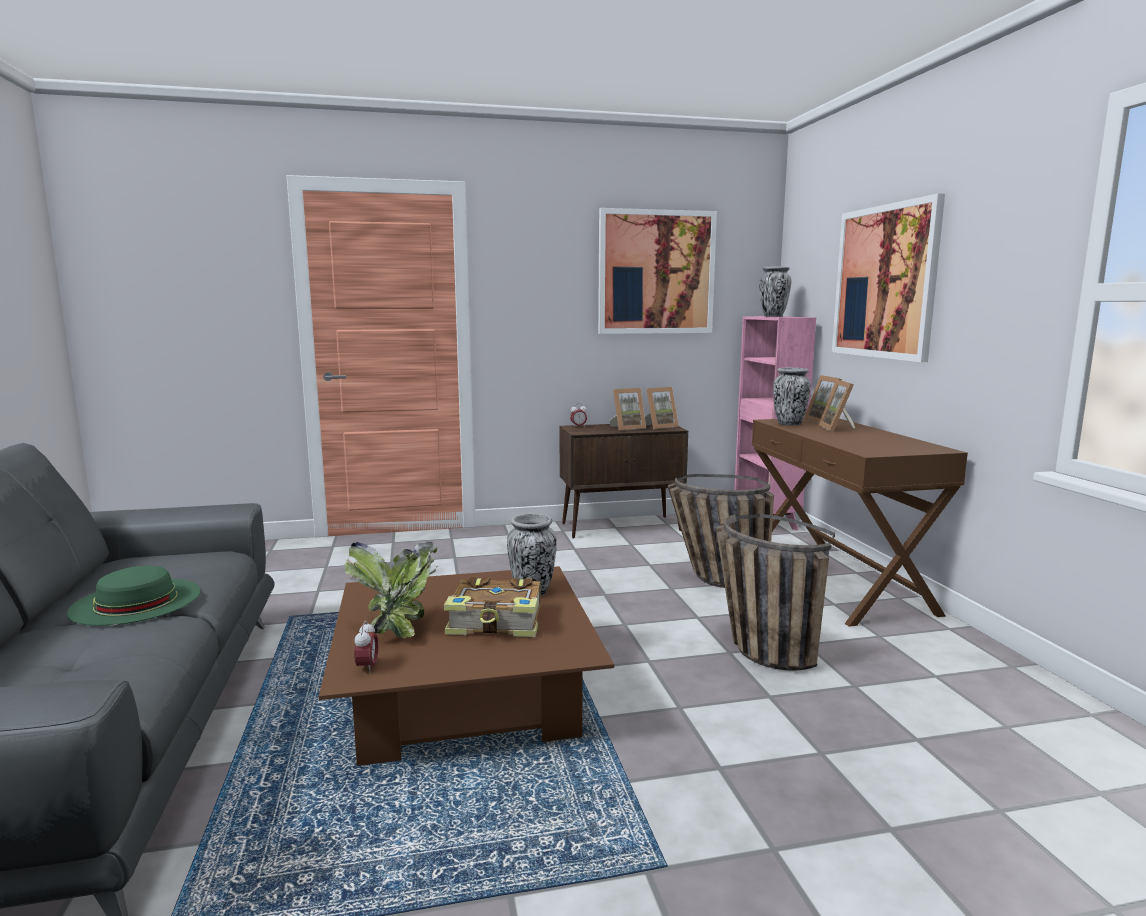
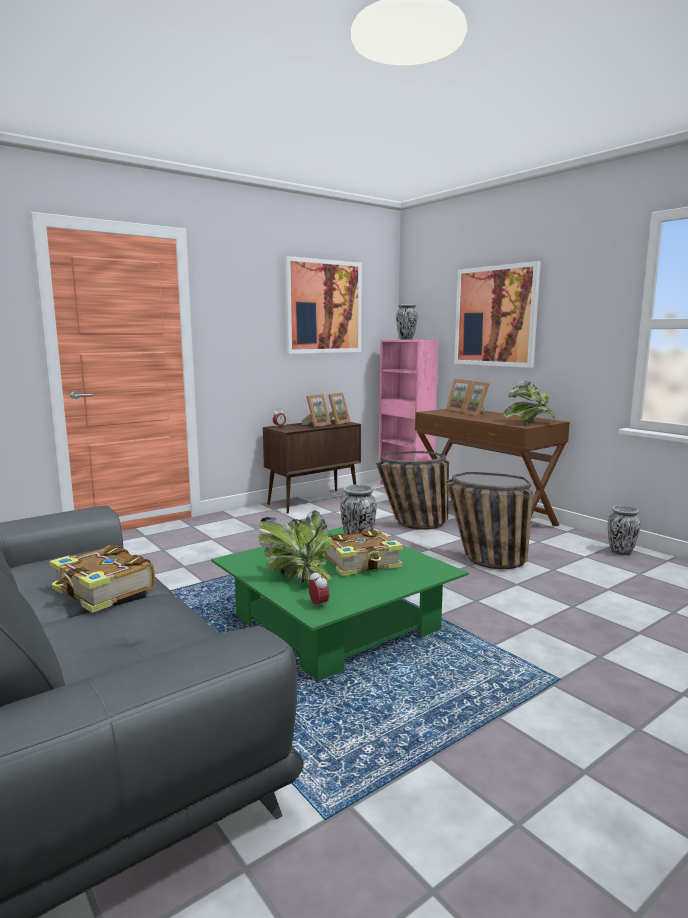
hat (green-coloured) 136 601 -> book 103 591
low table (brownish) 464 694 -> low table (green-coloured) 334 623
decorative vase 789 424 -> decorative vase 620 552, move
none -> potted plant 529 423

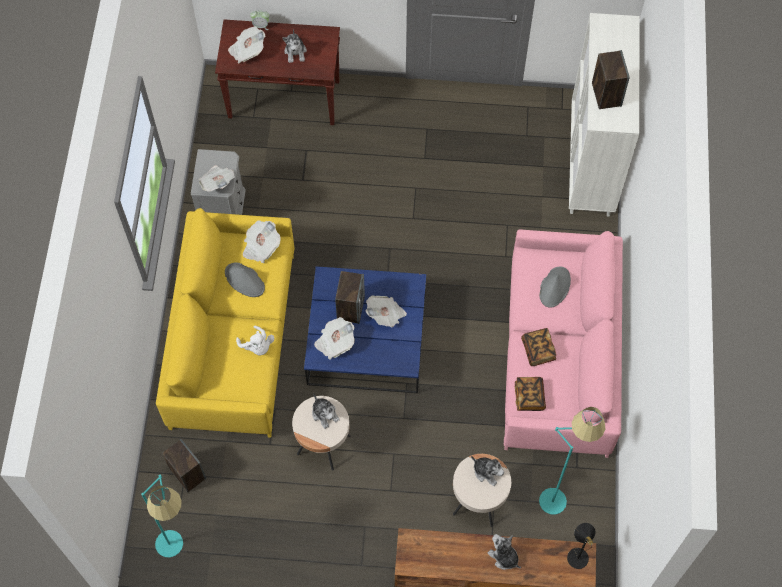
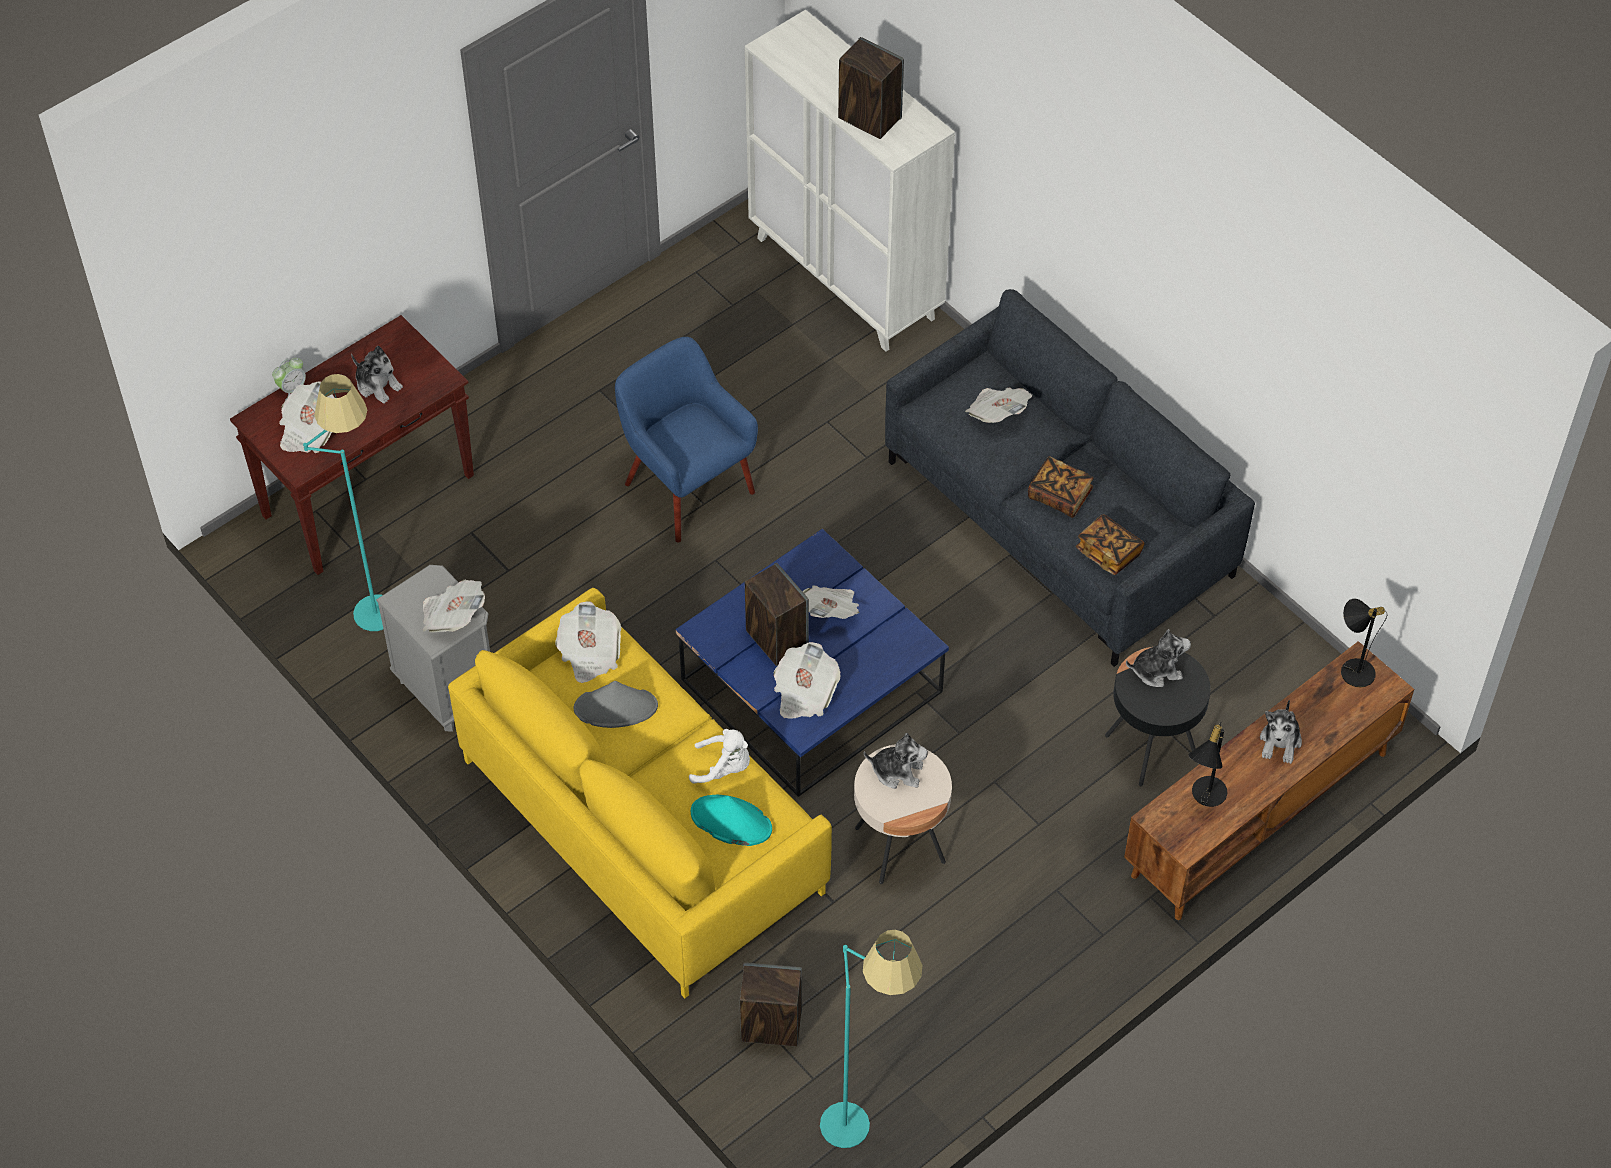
side table (beige-coloured) 478 502 -> side table (black) 1151 747
soft toy 503 556 -> soft toy 1280 742, 75 degrees counterclockwise
couch (pinkish) 558 359 -> couch (greyish) 1059 519
hat (greyish) 554 287 -> daily paper 997 414
standard lamp (turquoise) 559 491 -> standard lamp (turquoise) 373 596, move
none -> lounge chair (blue-coloured) 687 487
none -> hat (turquoise) 730 821
none -> table lamp (black) 1204 796

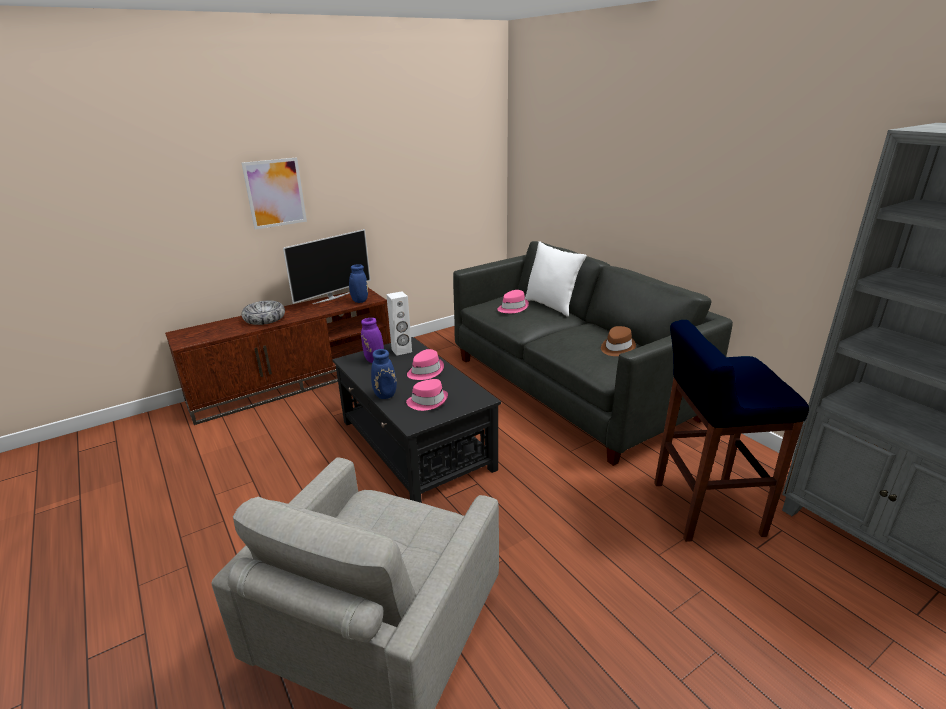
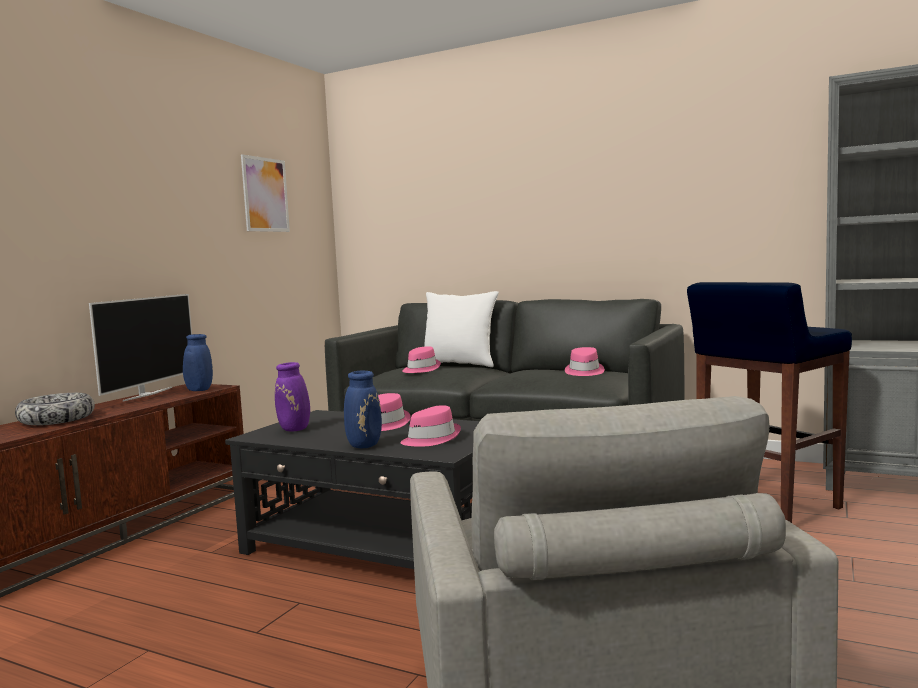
picture 275 193 -> picture 265 194, move
loudspeaker (whitish) 401 351 -> none
hat (brownish) 616 348 -> hat (pinkish) 584 372

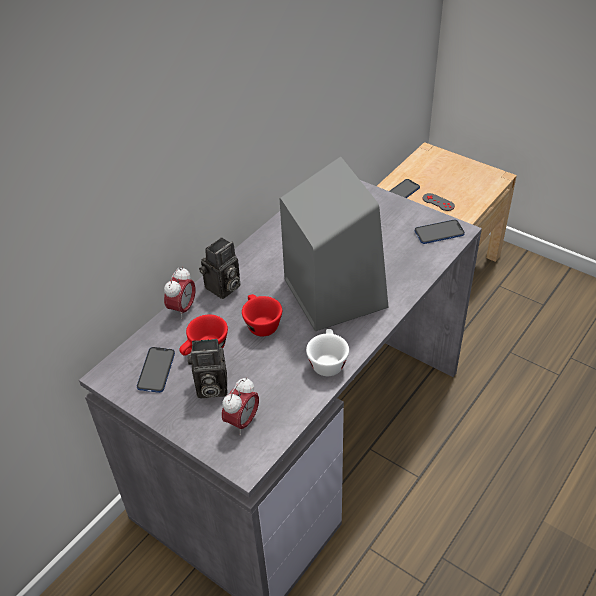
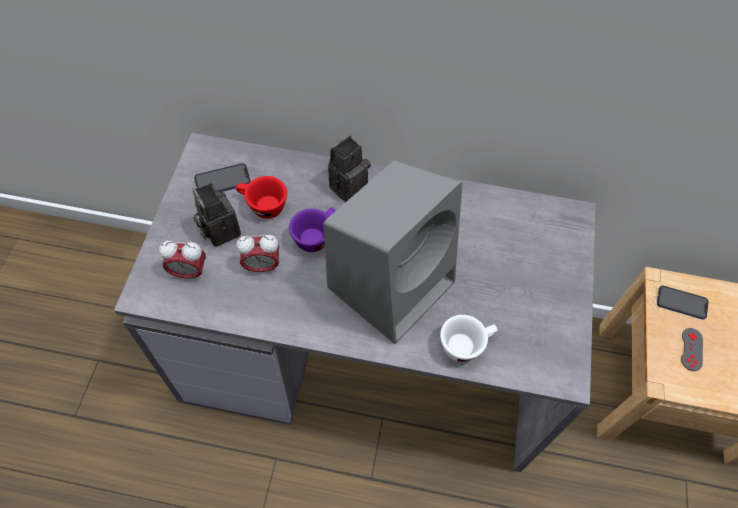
bedside clock 183 309 -> bedside clock 262 266, move
still camera 223 289 -> still camera 348 185, 120 degrees clockwise
cup (red) 260 324 -> cup (purplish) 316 236
cup (whitish) 327 361 -> cup (whitish) 465 344, move
telephone 439 233 -> none

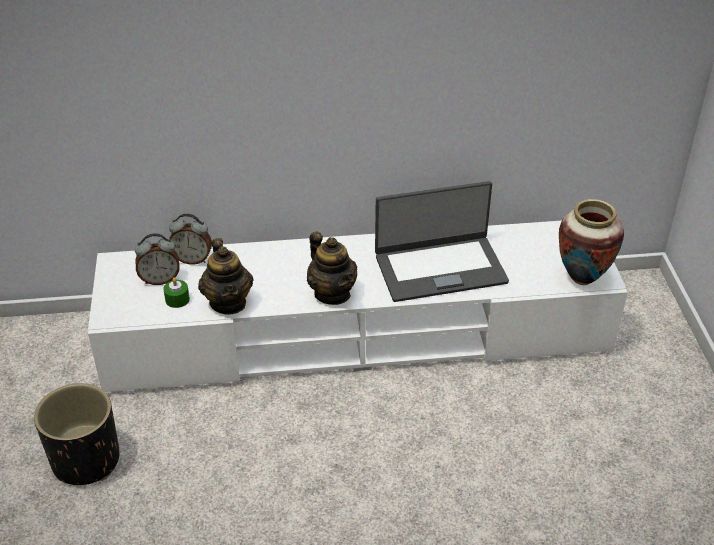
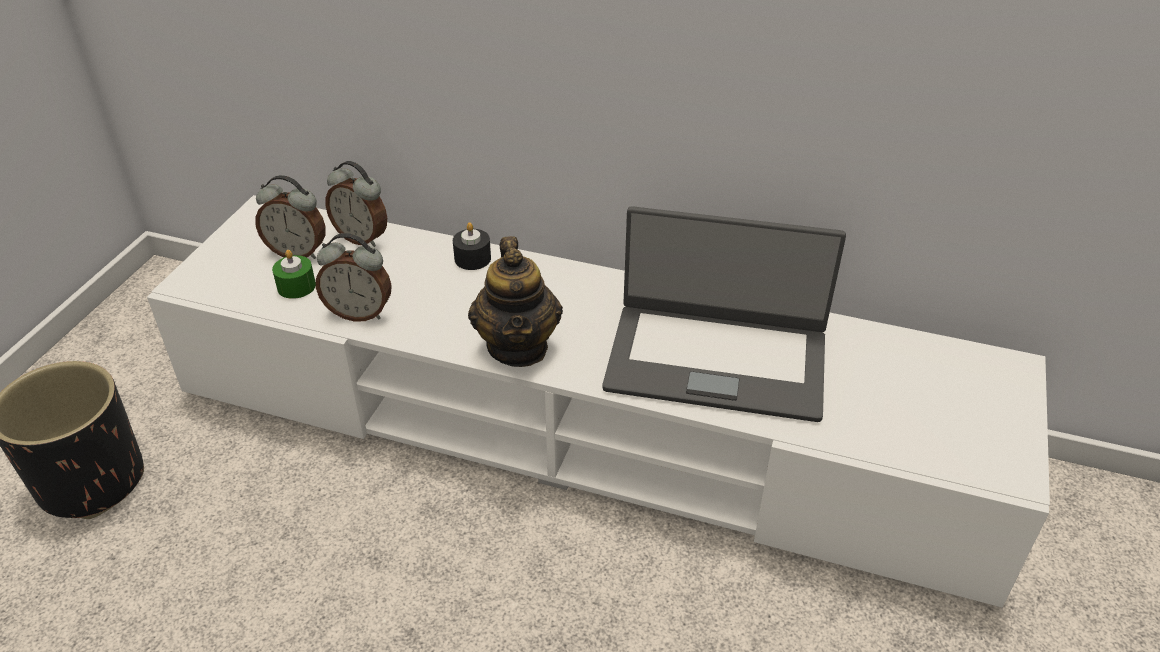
tea pot 228 302 -> bedside clock 359 313
decorative vase 582 279 -> none
none -> wax light (black) 472 258

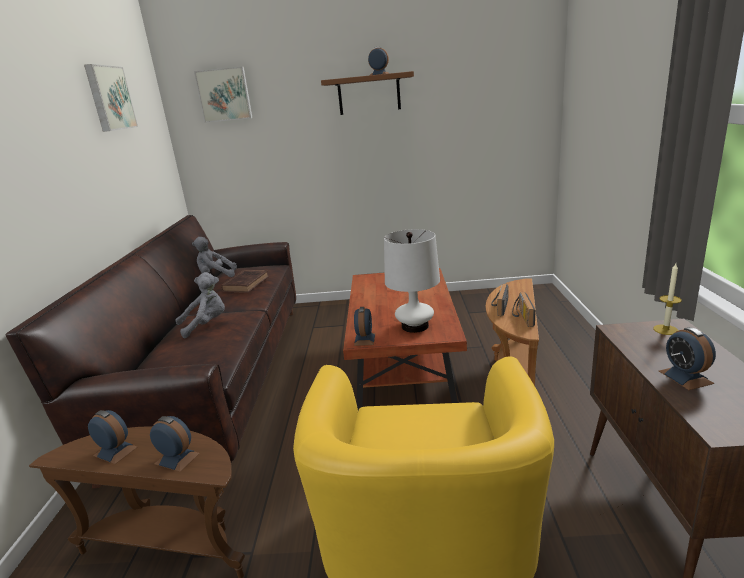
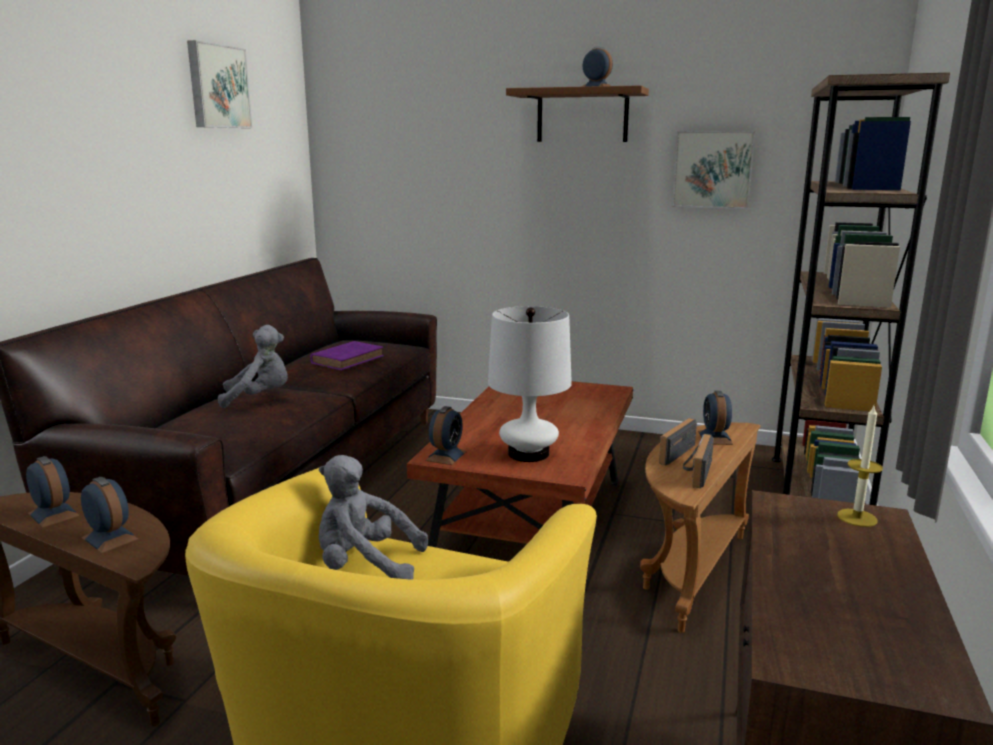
soft toy (greyish) 215 276 -> soft toy (greyish) 365 566, move
picture 224 95 -> picture 713 169, move
book (brownish) 246 283 -> book (purplish) 349 359
bedside clock 685 377 -> bedside clock 715 438, move
none -> shelving unit (brownish) 816 497

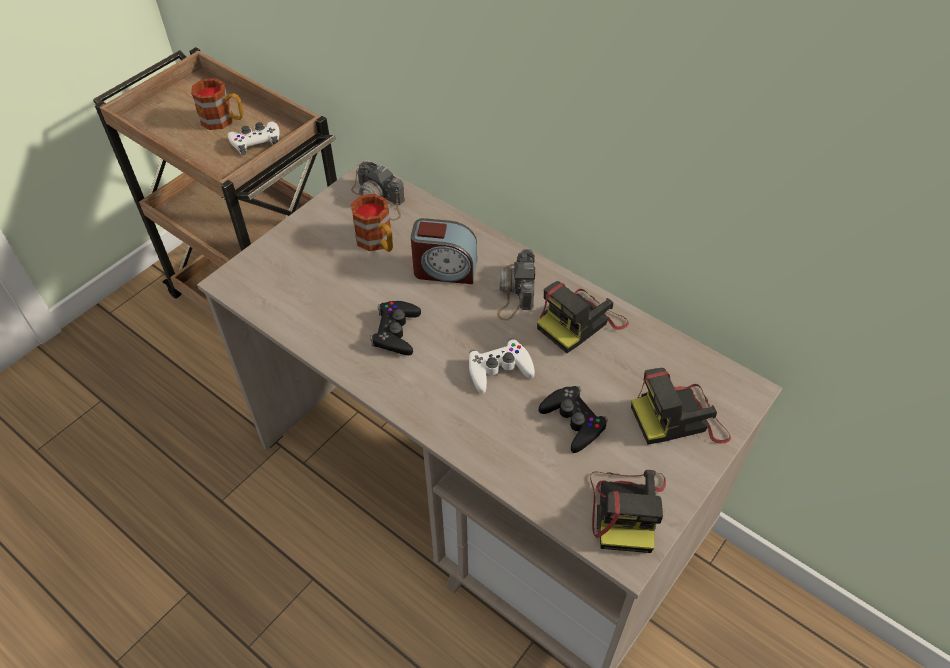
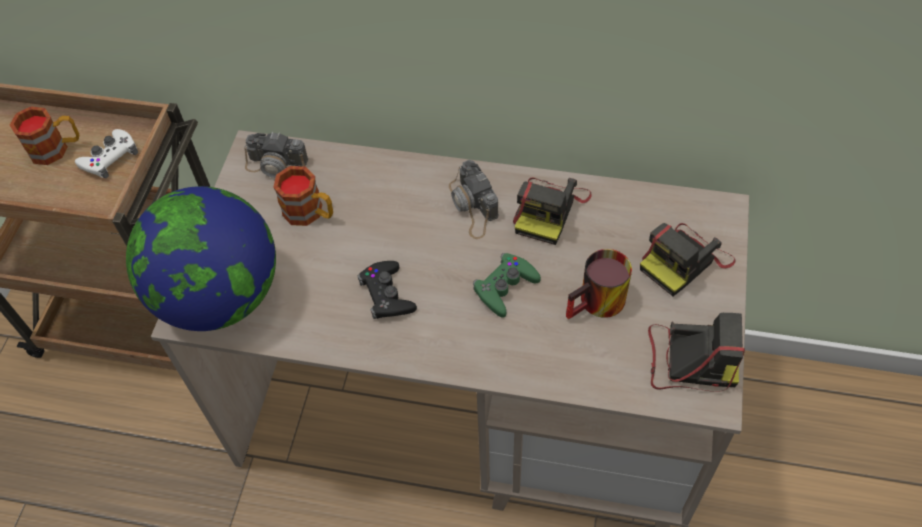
bedside clock 445 270 -> none
gamepad (whitish) 499 370 -> gamepad (green-coloured) 505 287
gamepad (black) 573 421 -> mug 598 305
still camera 626 508 -> still camera 689 361, 60 degrees counterclockwise
none -> desk globe 220 296

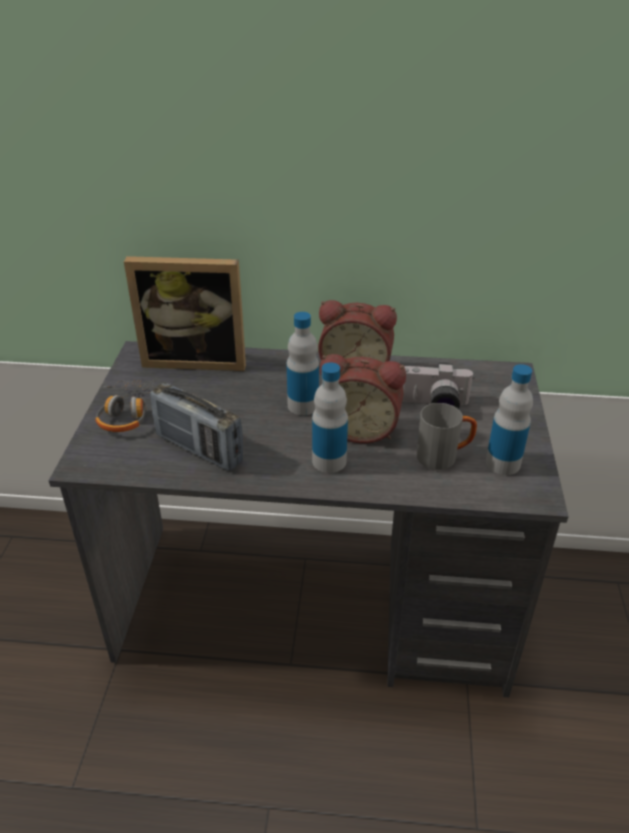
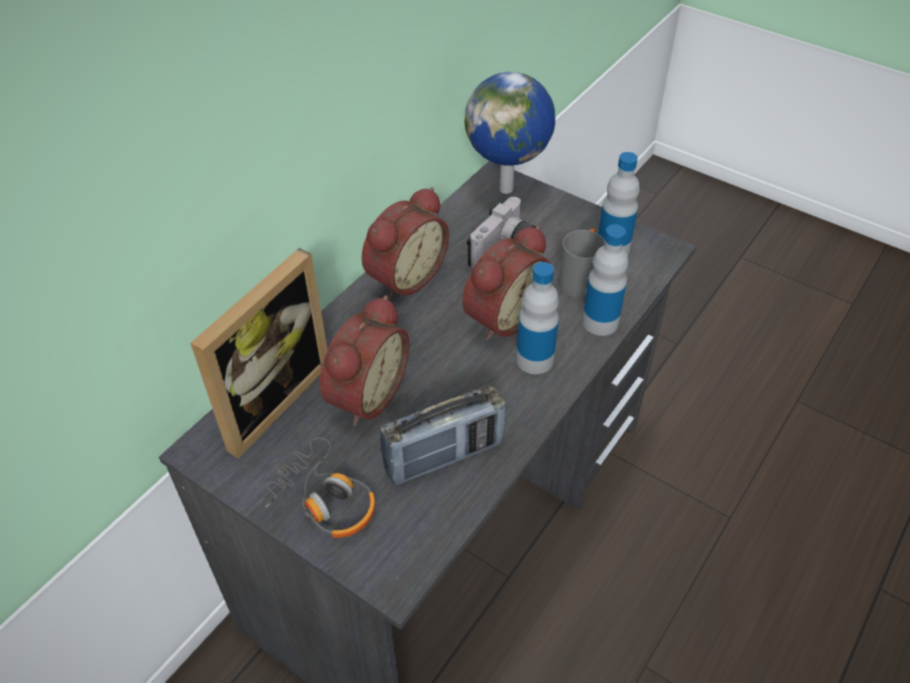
drink bottle 303 405 -> drink bottle 600 322, move
none -> bedside clock 364 394
none -> desk globe 508 189

